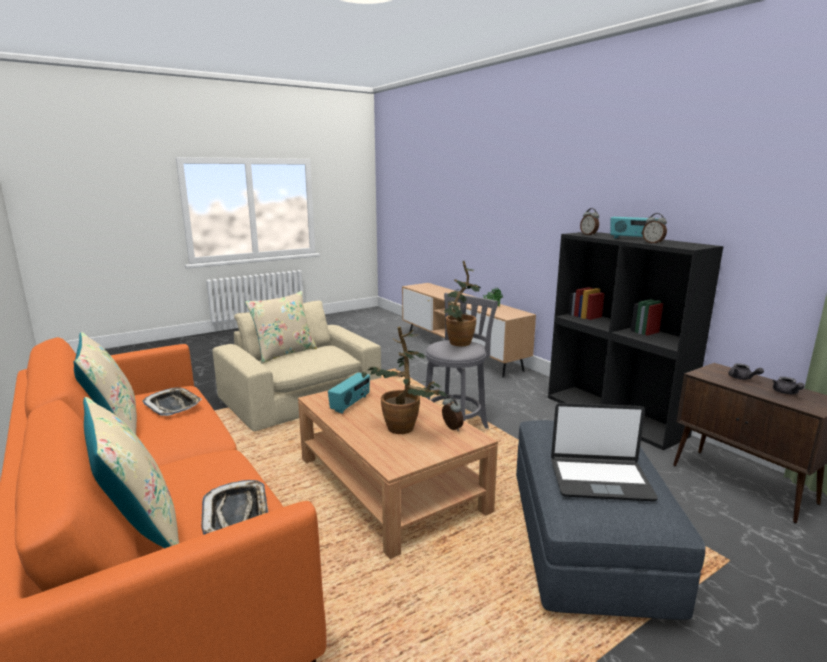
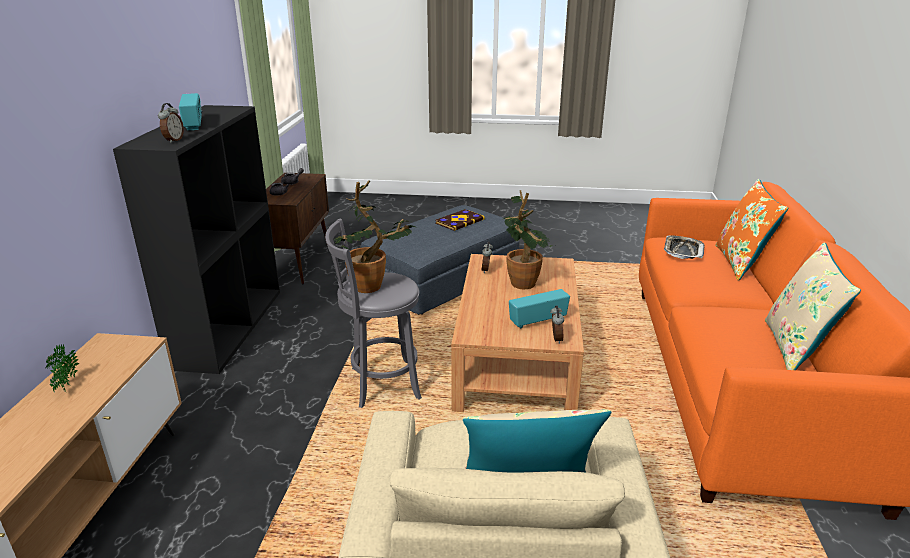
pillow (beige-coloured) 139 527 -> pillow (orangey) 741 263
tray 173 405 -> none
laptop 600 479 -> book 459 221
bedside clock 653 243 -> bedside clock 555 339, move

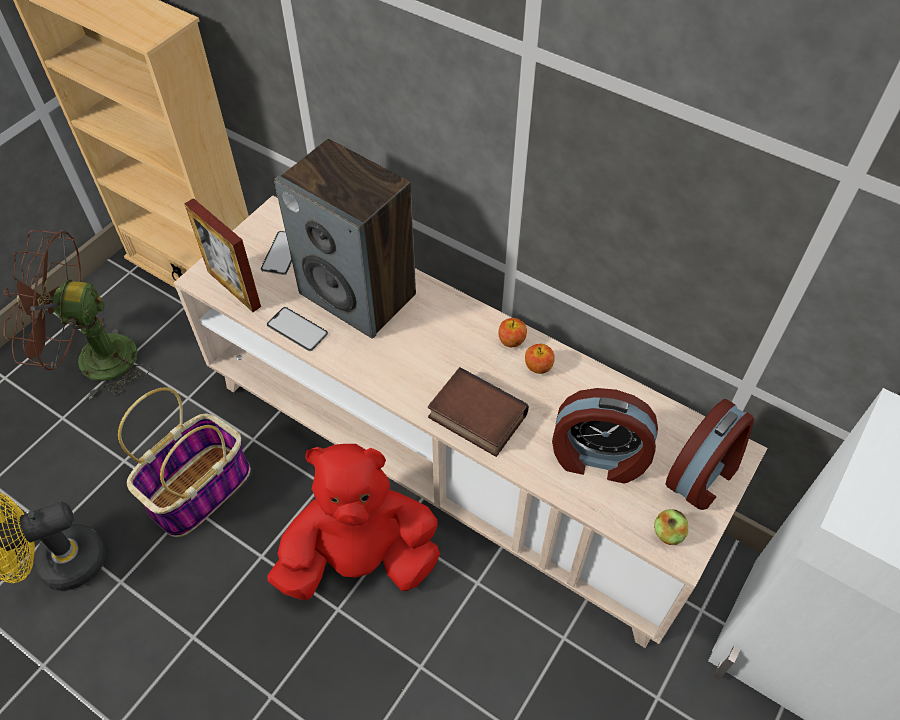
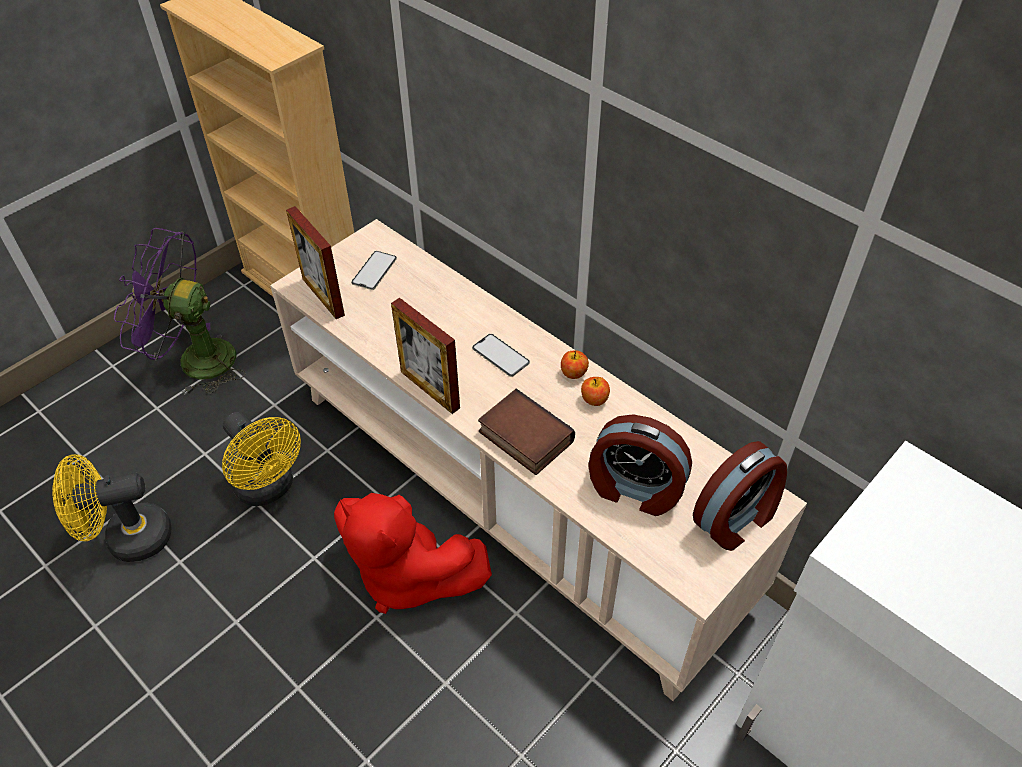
electric fan (brownish) 93 360 -> electric fan (purplish) 195 360
household basket 200 488 -> electric fan (yellow-coloured) 269 488
telephone 297 329 -> telephone 500 355, move
soft toy (red) 360 559 -> soft toy (red) 407 574, 150 degrees counterclockwise
loudspeaker 359 294 -> none
apple 668 533 -> none
none -> photo frame 430 390

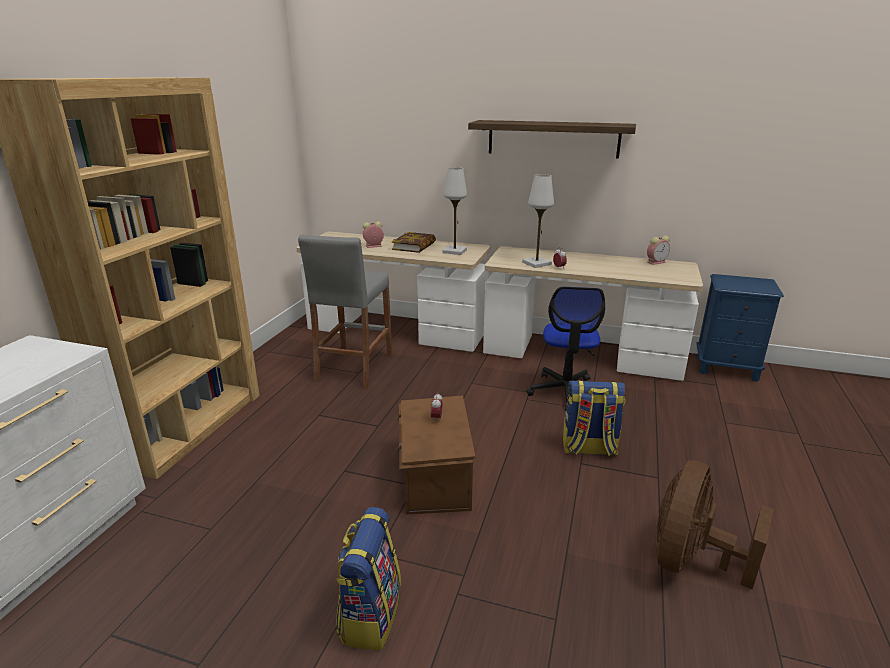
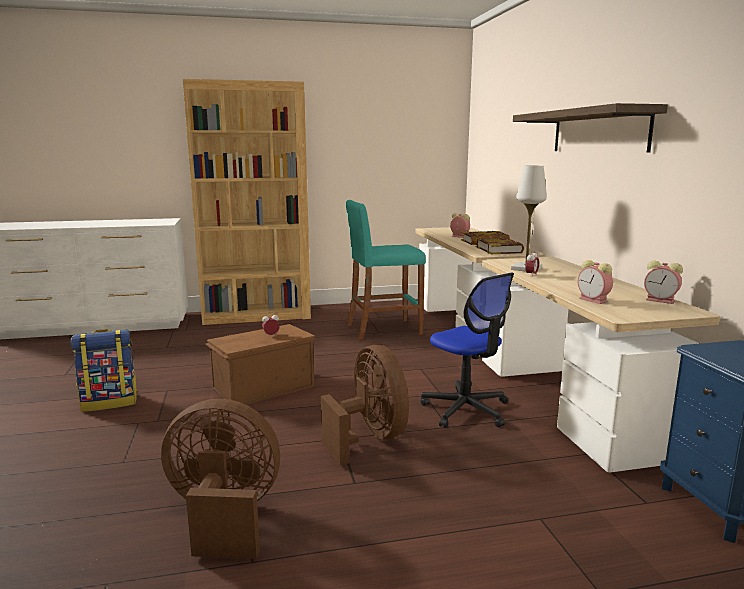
stool seat (greyish) 354 368 -> stool seat (turquoise) 383 329
table lamp (whitish) 455 251 -> book 499 250
computer chair 566 392 -> computer chair 466 409, 105 degrees counterclockwise
rucksack 588 448 -> electric fan (brownish) 370 438
none -> bedside clock 594 300

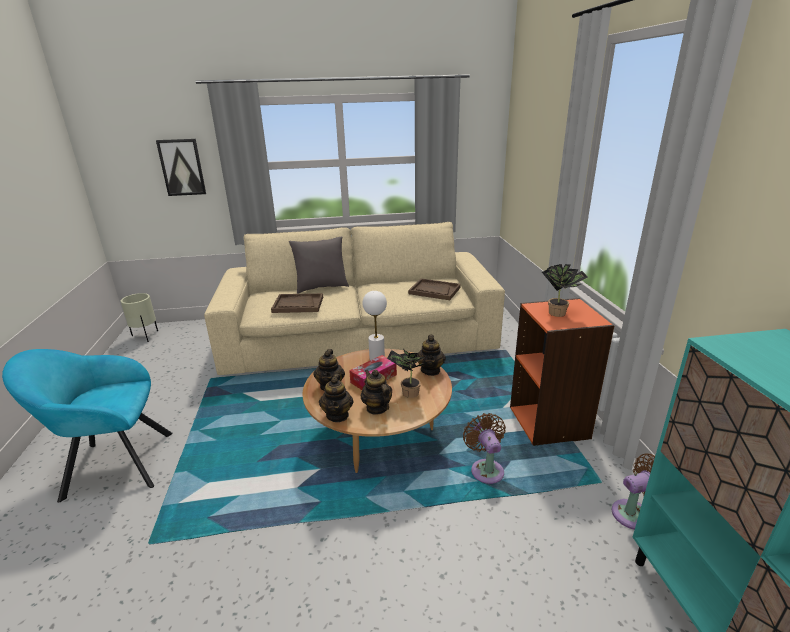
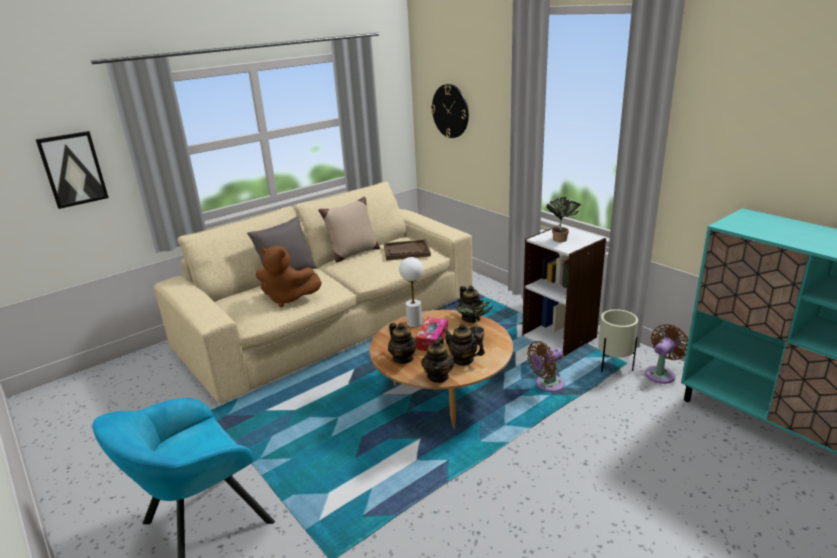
plant pot (beige-coloured) 146 336 -> plant pot (beige-coloured) 614 366, move
tray (brownish) 298 304 -> soft toy (brownish) 288 298
tea pot 337 415 -> tea pot 438 376, 45 degrees clockwise
electric fan (brownish) 486 469 -> electric fan (brownish) 547 385, 75 degrees counterclockwise
shelving unit (orangey) 549 422 -> shelving unit (whitish) 559 336
none -> pillow (beige-coloured) 353 253
none -> wall clock 450 111

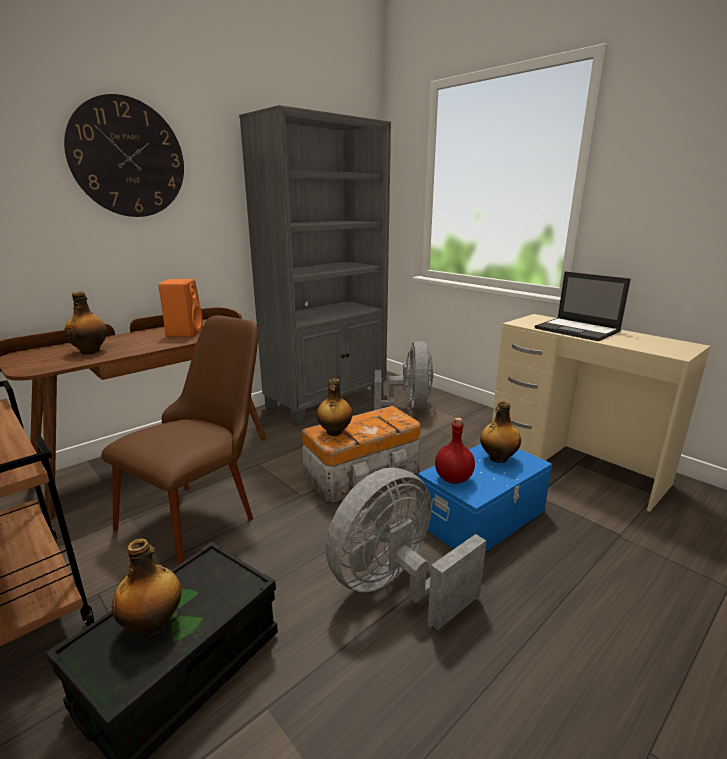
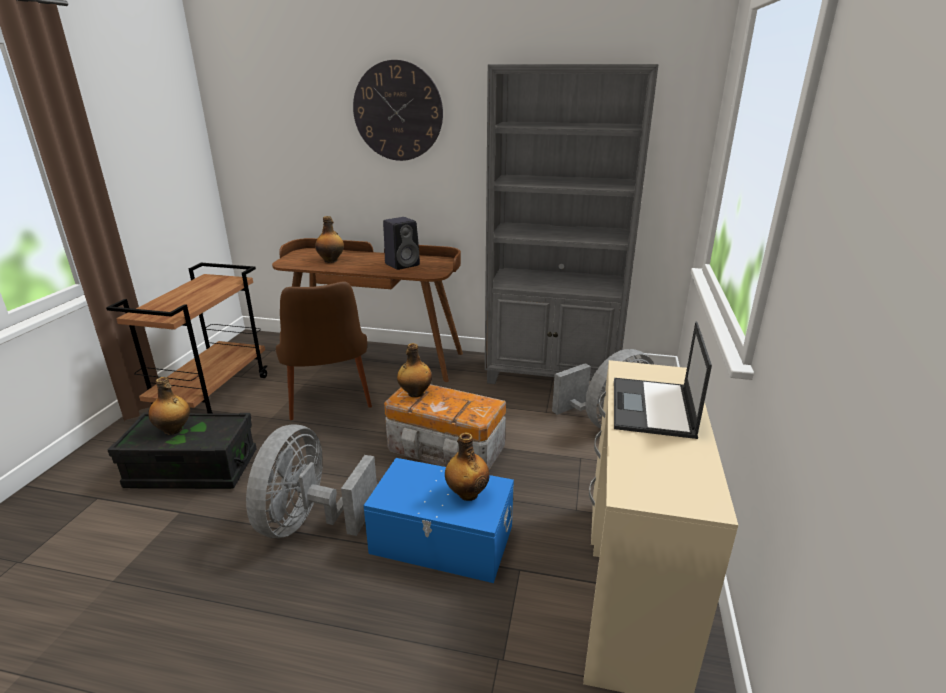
upright chair (brownish) 202 512 -> upright chair (brownish) 330 405, 75 degrees clockwise
loudspeaker (orangey) 185 332 -> loudspeaker (black) 403 264
electric fan (greyish) 395 586 -> electric fan (greyish) 310 522, 90 degrees counterclockwise
drink bottle (red) 454 478 -> none

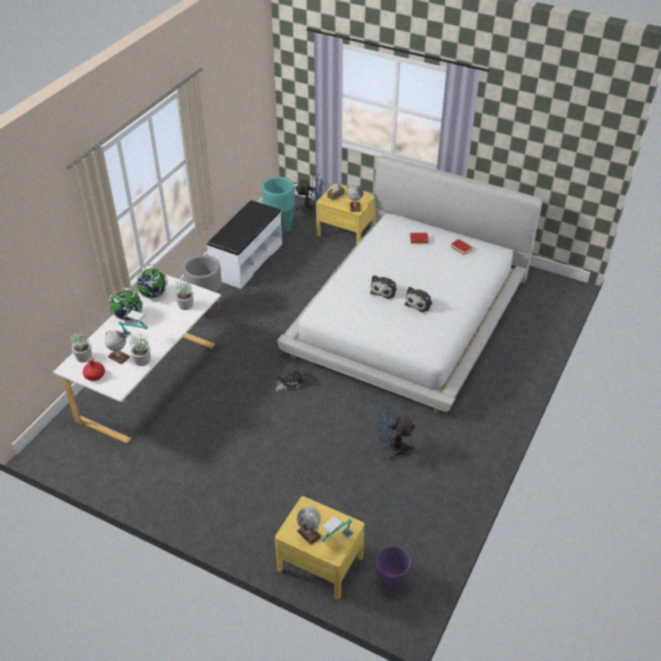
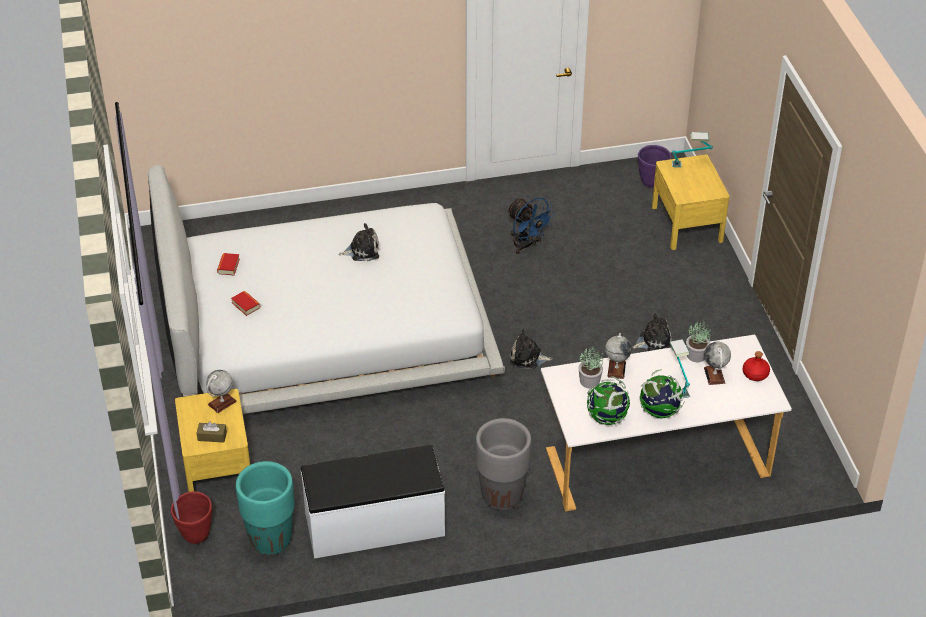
potted plant 84 357 -> none
electric fan (blue-coloured) 311 210 -> plant pot (red) 195 535
desk globe 309 533 -> desk globe 616 369, move
soft toy 384 290 -> soft toy 653 341, move

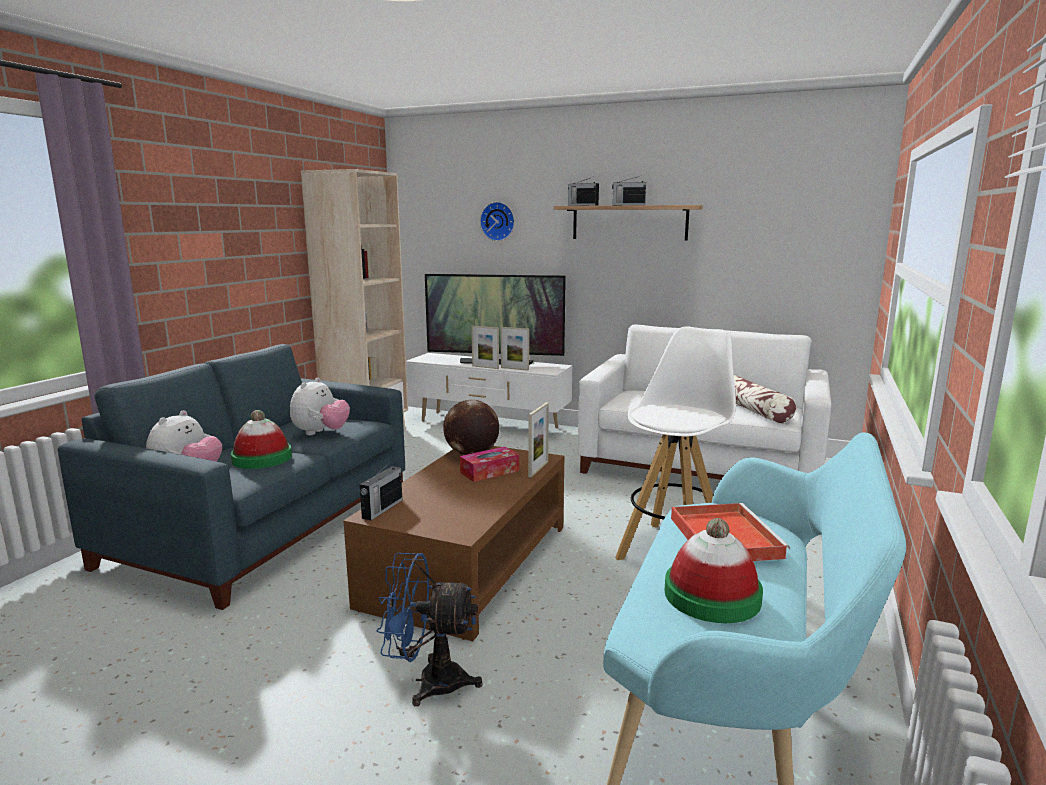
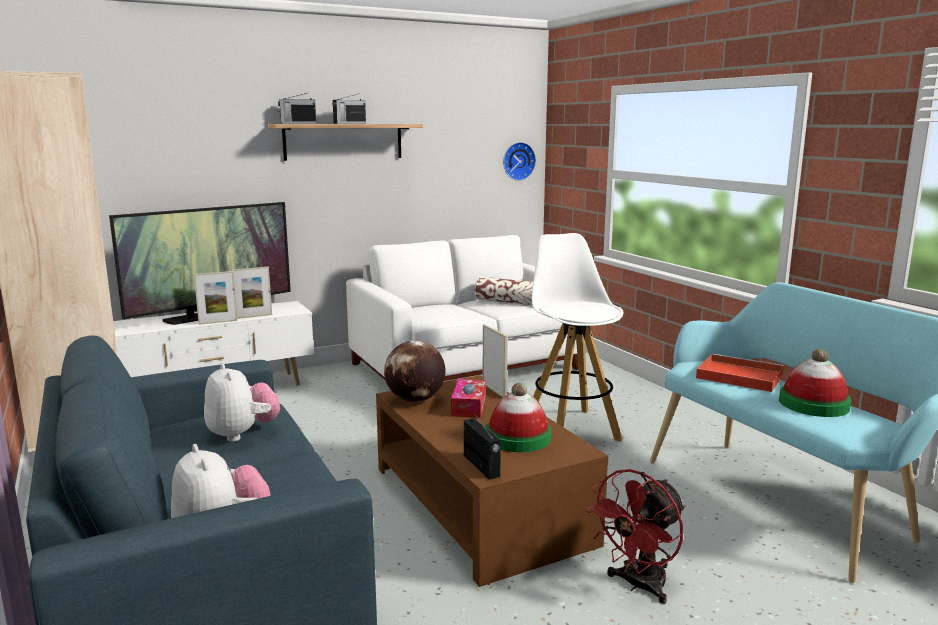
hat 262 458 -> hat 518 438, move
electric fan (blue-coloured) 429 682 -> electric fan (red) 638 585
wall clock 498 221 -> wall clock 518 161, move

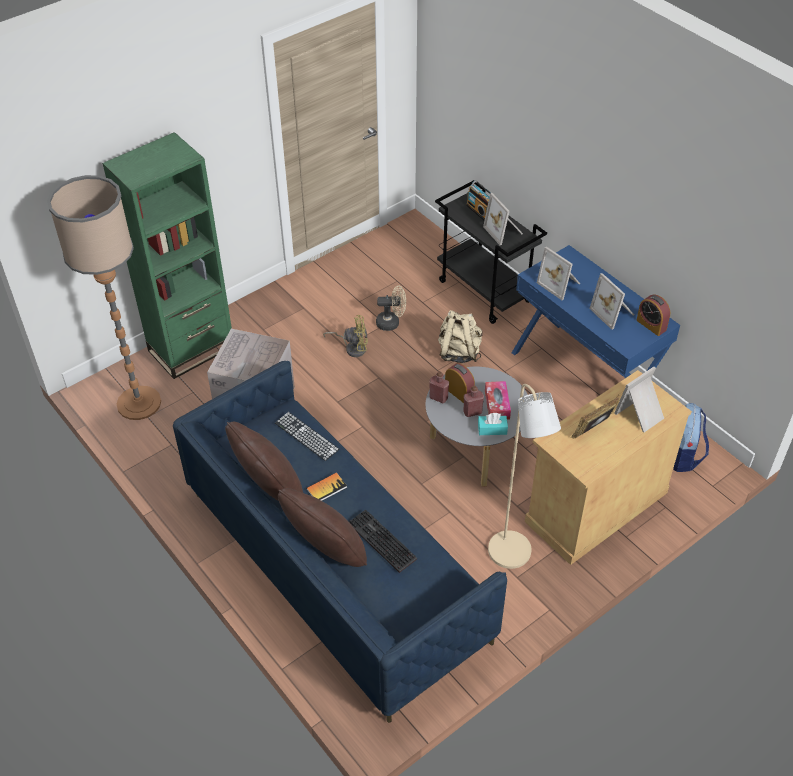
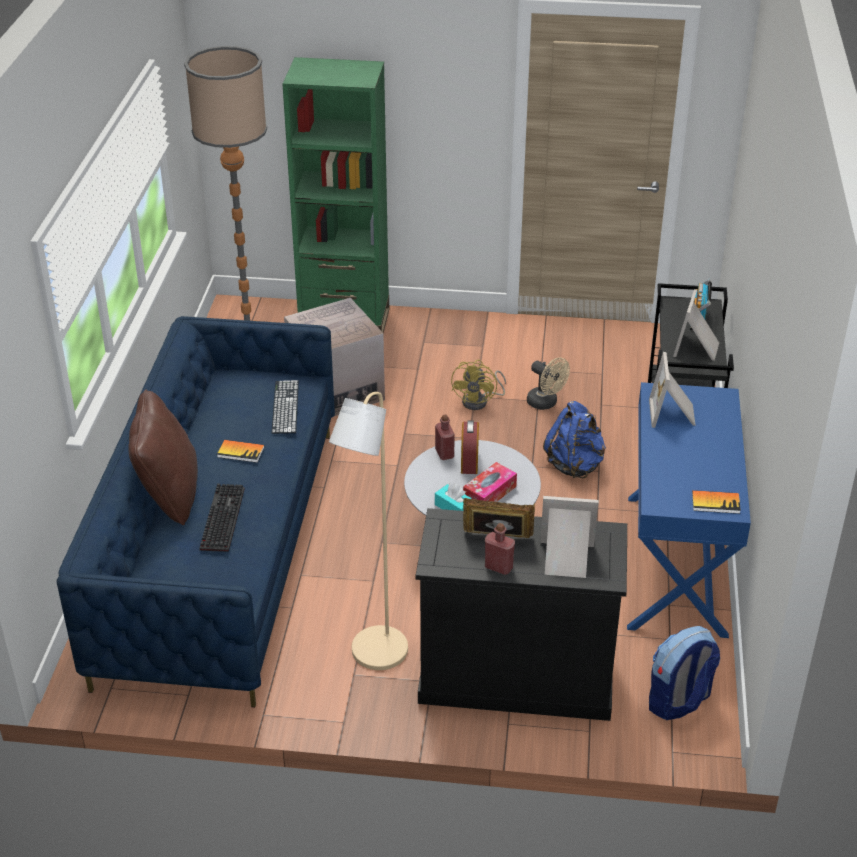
pillow (brownish) 269 490 -> none
electric fan (yellow-coloured) 352 348 -> electric fan (yellow-coloured) 480 401, 60 degrees clockwise
rucksack (beige-coloured) 459 352 -> rucksack (blue-coloured) 575 465
drink bottle (red) 472 412 -> drink bottle (red) 498 567, move
cupboard (beige-coloured) 596 507 -> cupboard (black) 516 677
photo frame 613 312 -> none
bedside clock 651 325 -> book 715 503

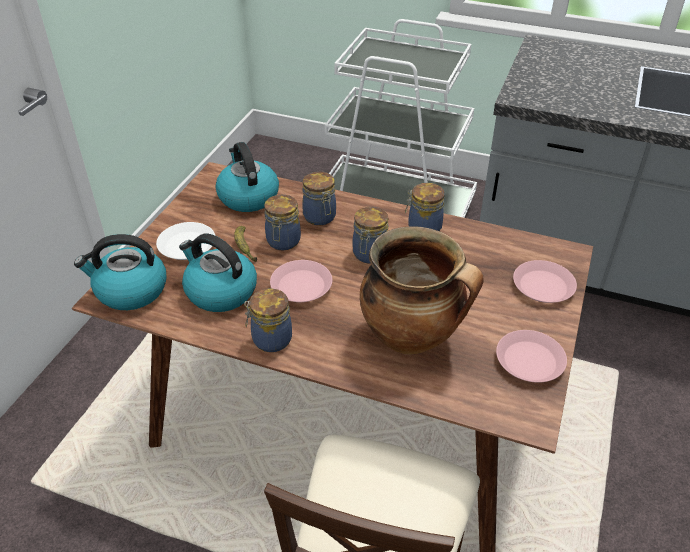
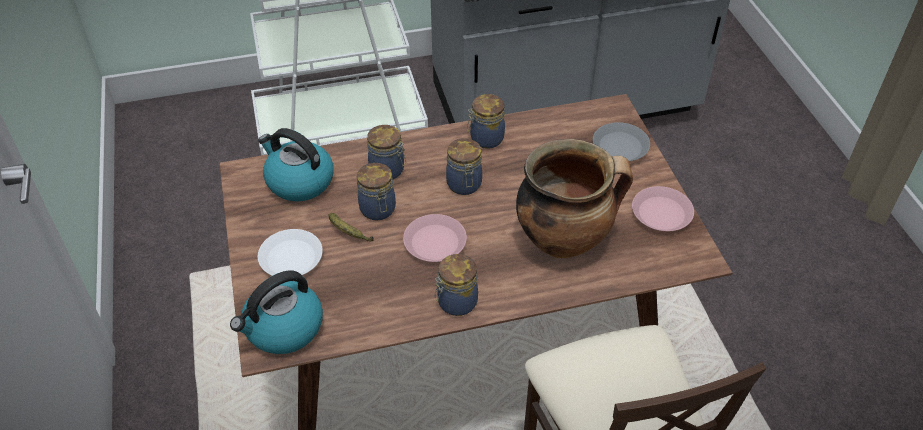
kettle 220 291 -> none
flat dish (pinkish) 543 286 -> flat dish (greyish) 620 147

